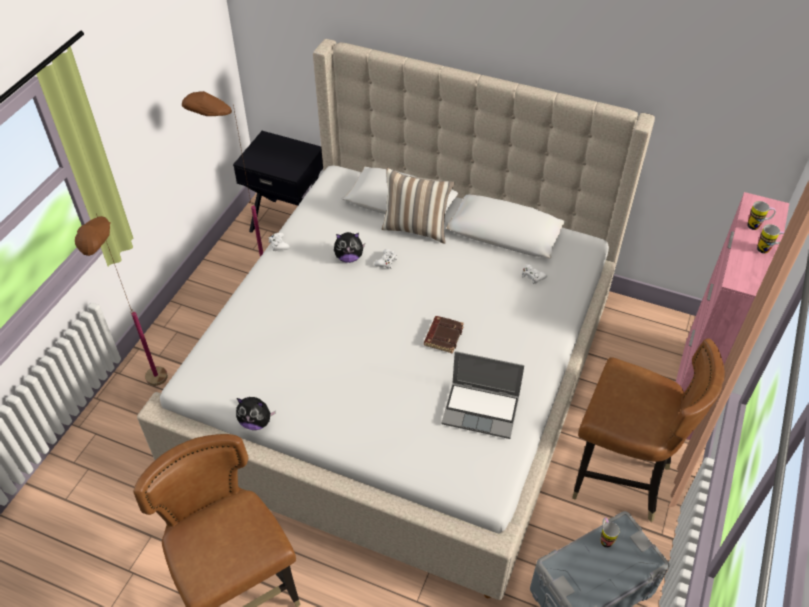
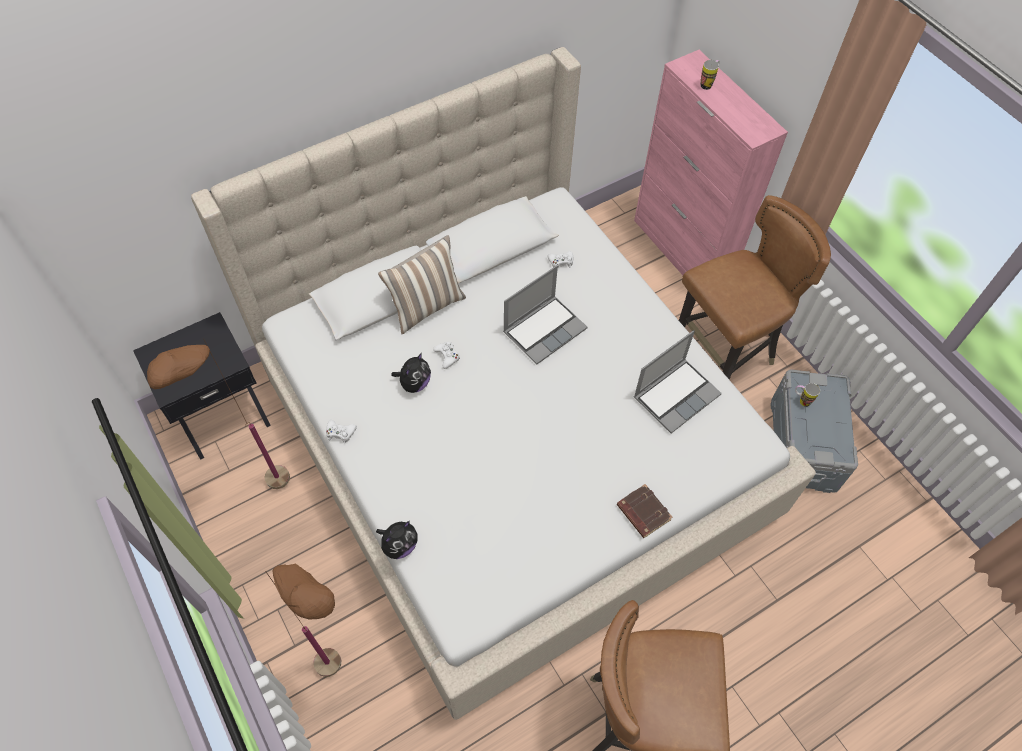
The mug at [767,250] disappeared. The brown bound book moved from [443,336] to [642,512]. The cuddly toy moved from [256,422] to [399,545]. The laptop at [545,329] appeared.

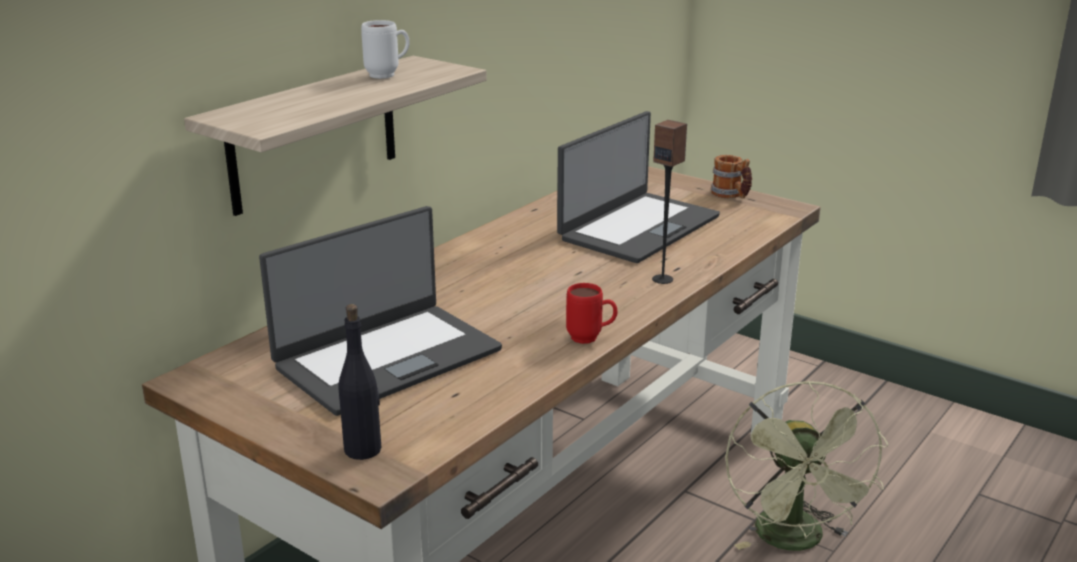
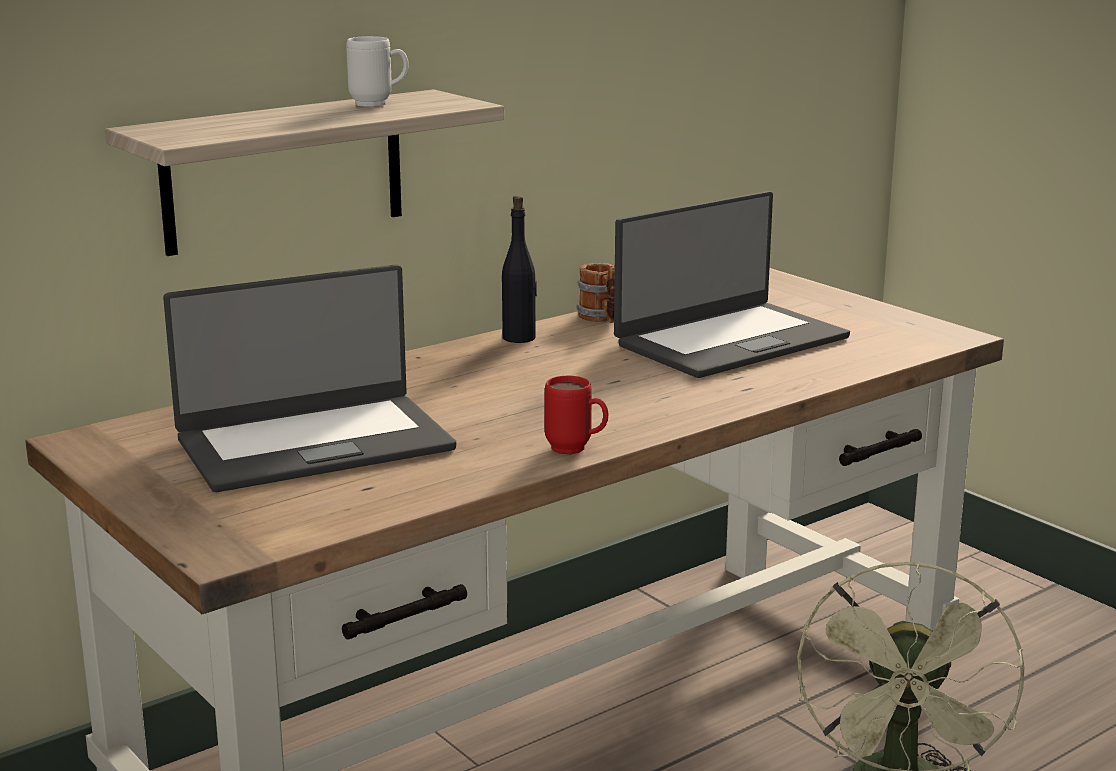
The audio speaker at [663,279] disappeared. The mug moved from [731,195] to [602,318]. The black-coloured bottle moved from [363,449] to [519,338].

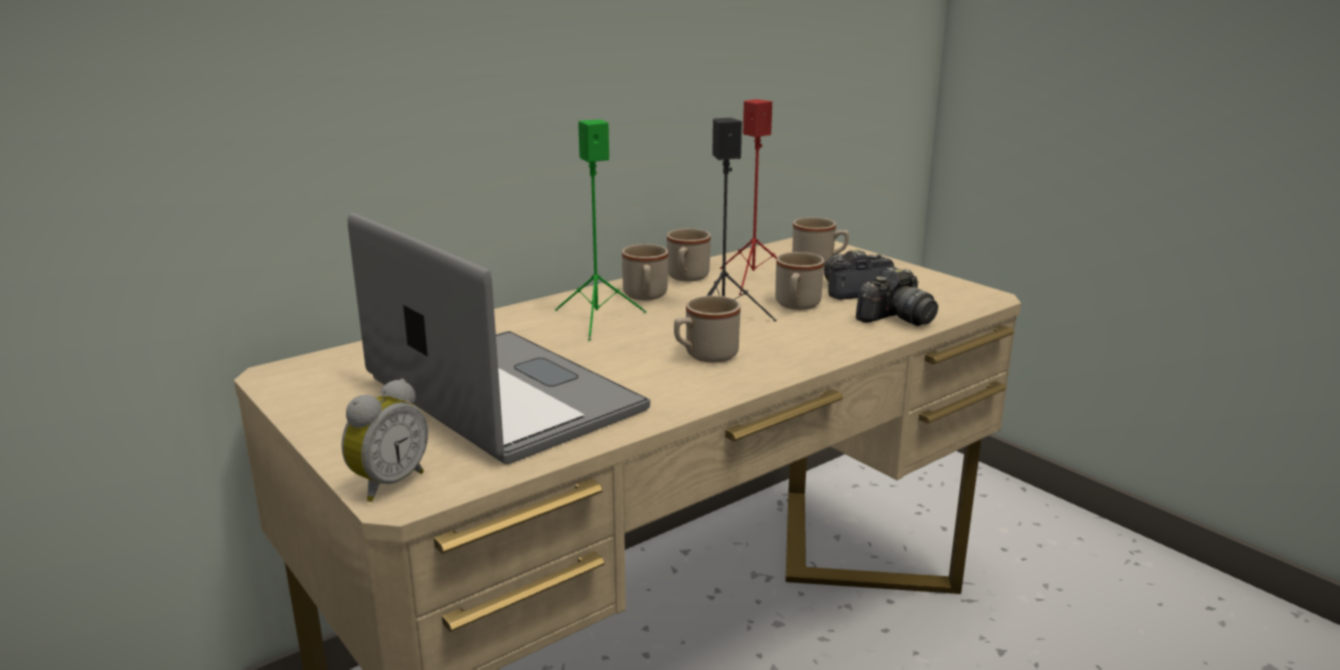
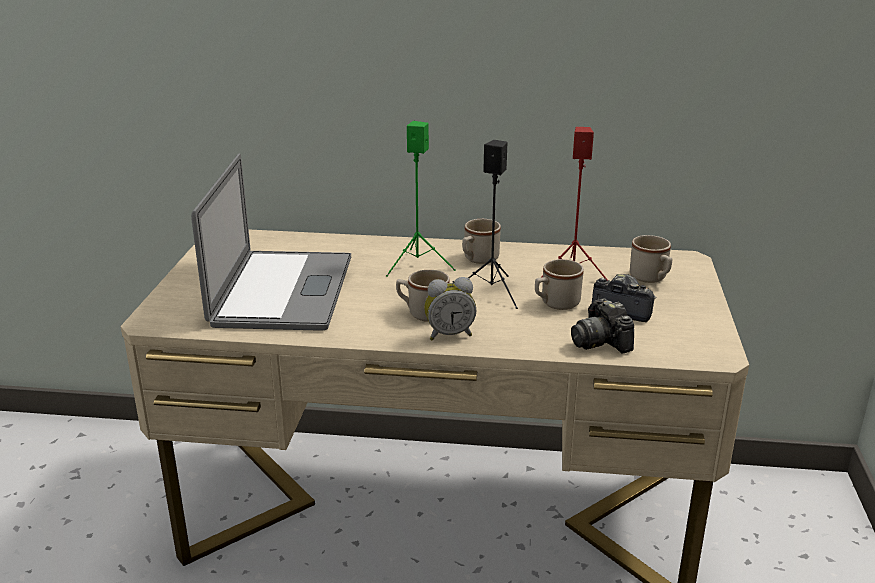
The beige mug at [686,278] disappeared. The photo camera at [896,318] turned 60 degrees clockwise. The bedside clock moved from [387,483] to [449,334].

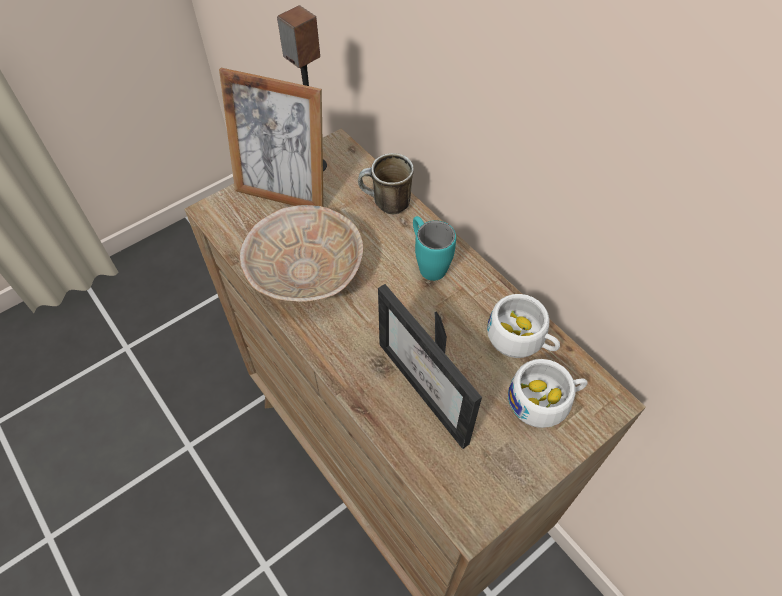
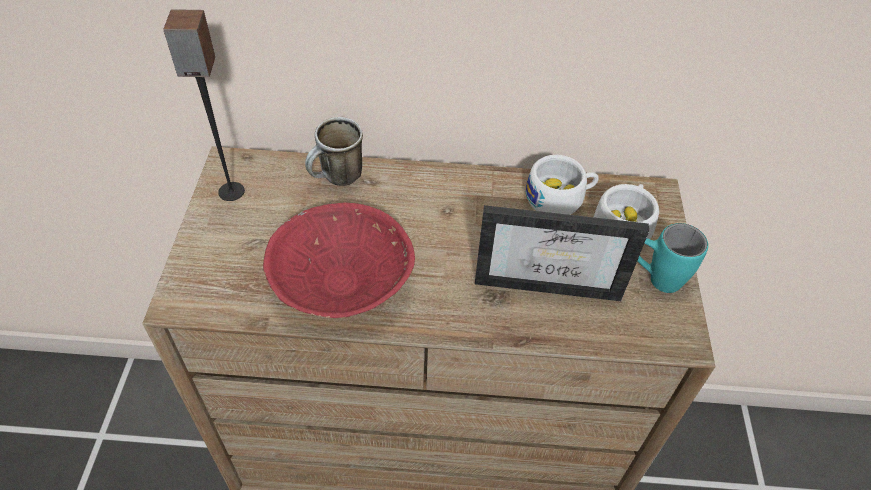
The picture frame at [283,192] disappeared. The beige bowl at [305,270] became the red-coloured bowl at [339,280]. The turquoise mug moved from [428,263] to [654,278].

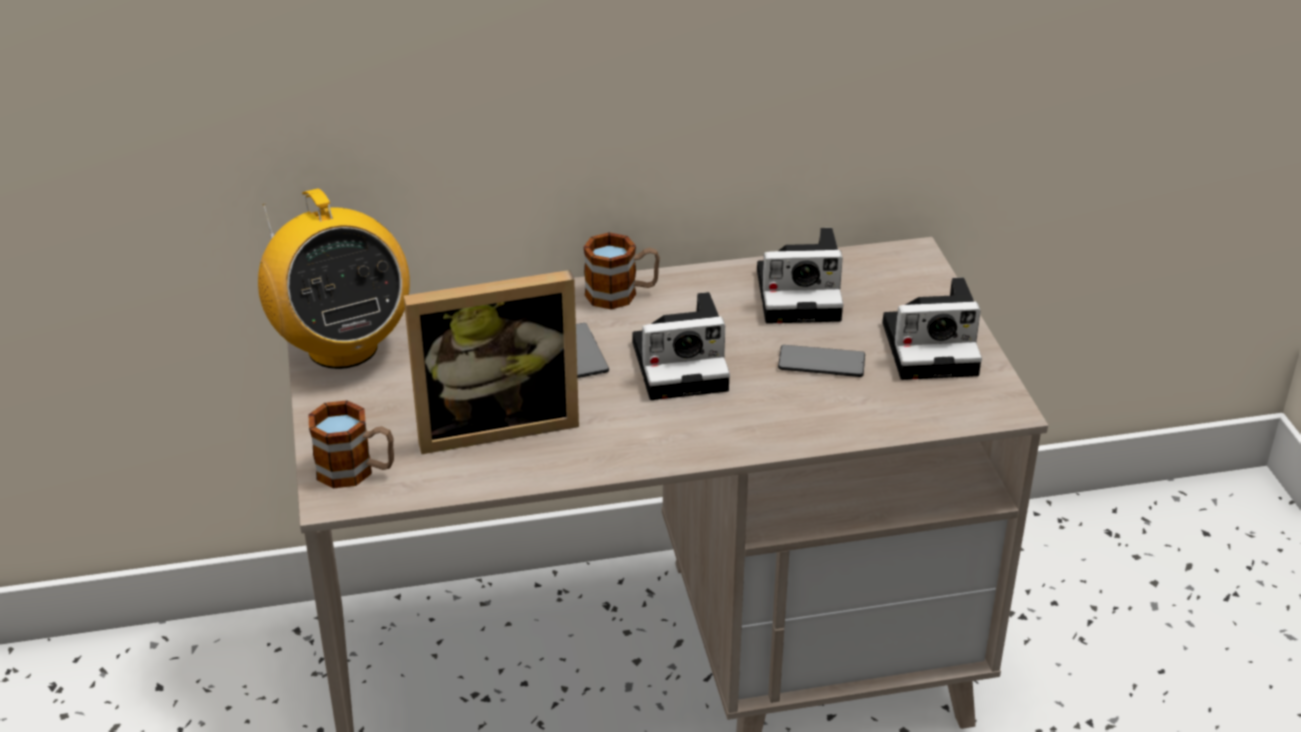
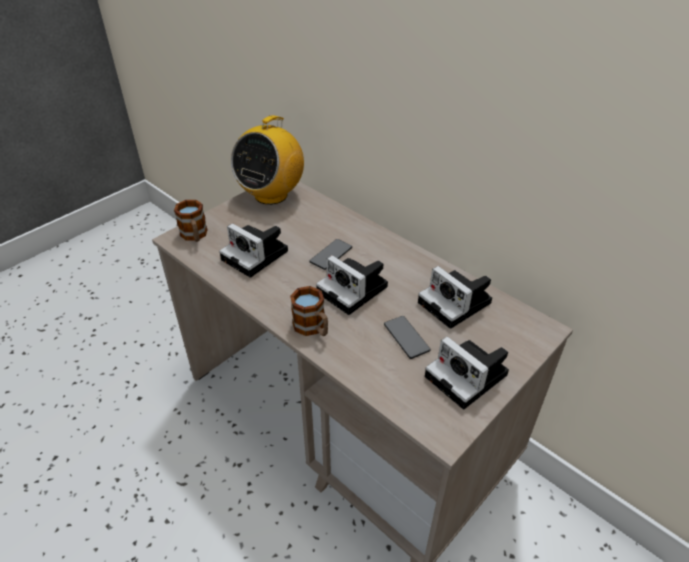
The mug moved from [622,294] to [312,328]. The picture frame at [495,423] was replaced by the photo camera at [257,256].

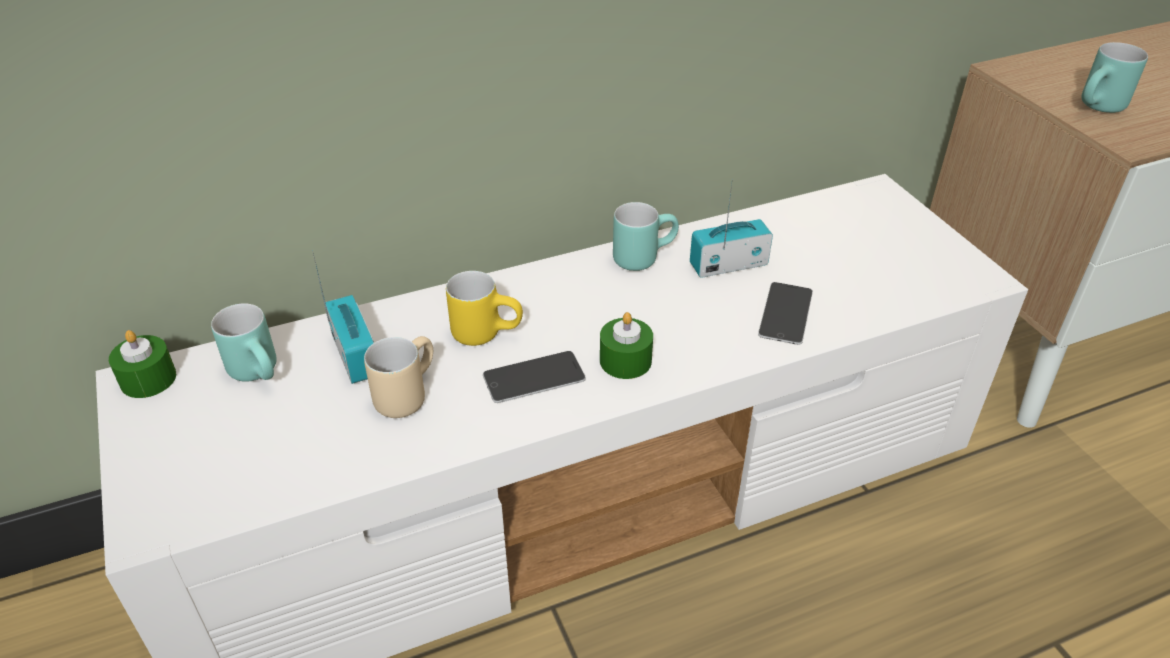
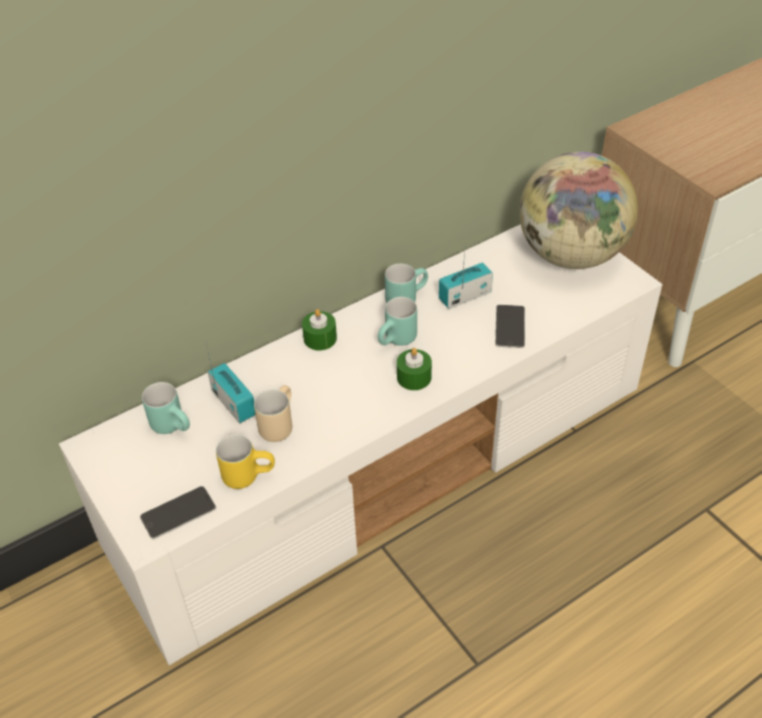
The turquoise mug moved from [1100,109] to [398,341]. The yellow-coloured mug moved from [487,332] to [248,474]. The green-coloured wax light moved from [148,379] to [320,338]. The telephone moved from [534,377] to [178,512]. The desk globe at [570,255] appeared.

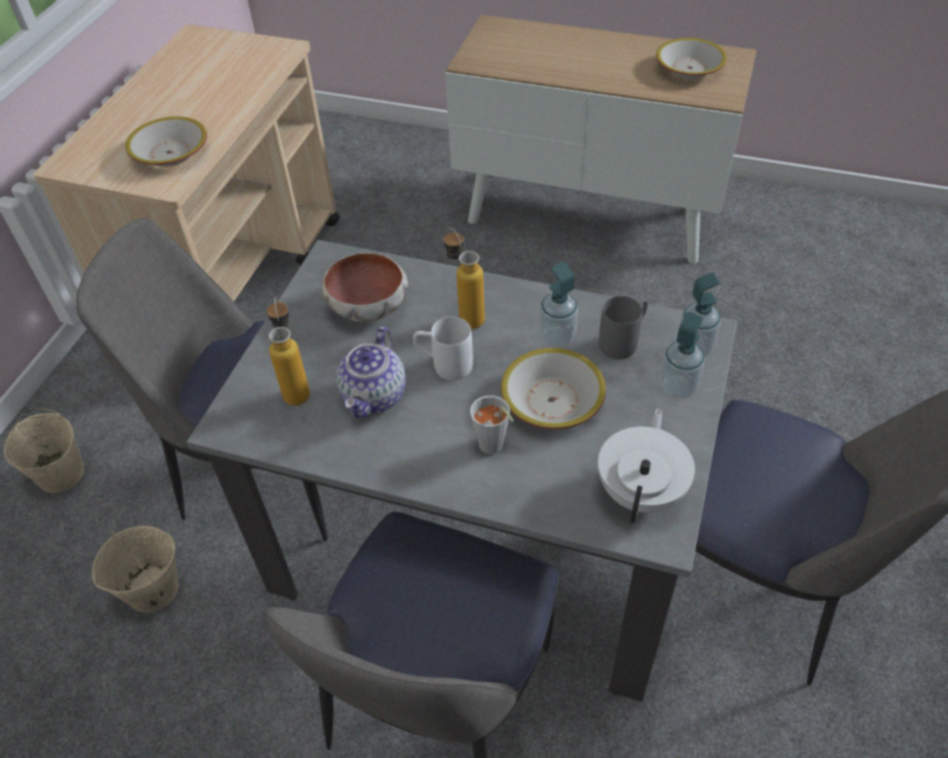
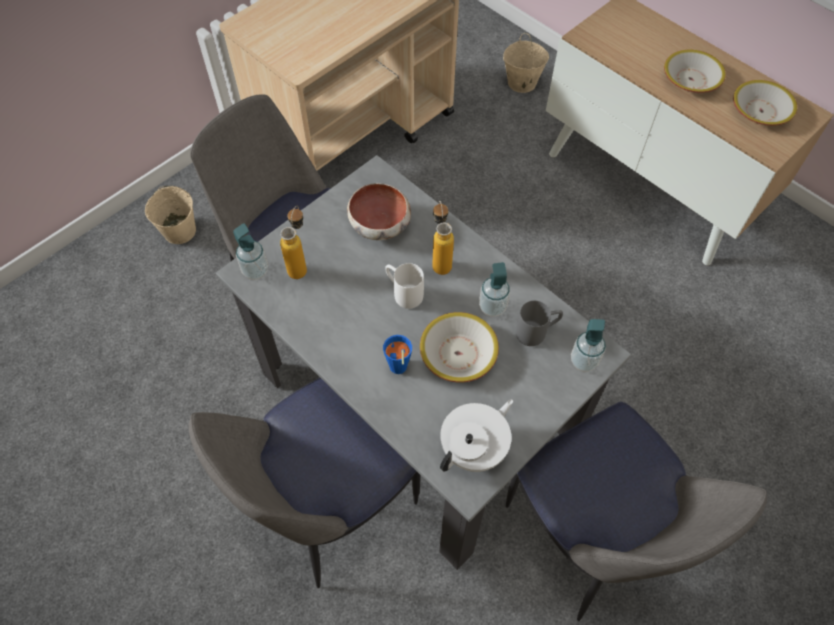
The bowl moved from [170,153] to [690,79]. The liquid soap bottle moved from [678,387] to [255,270]. The tea pot at [375,396] disappeared. The greyish cup at [494,448] became the blue cup at [398,370]. The beige bucket moved from [152,590] to [521,83].

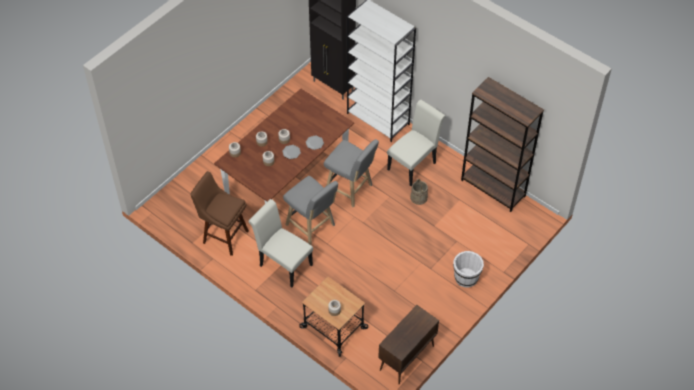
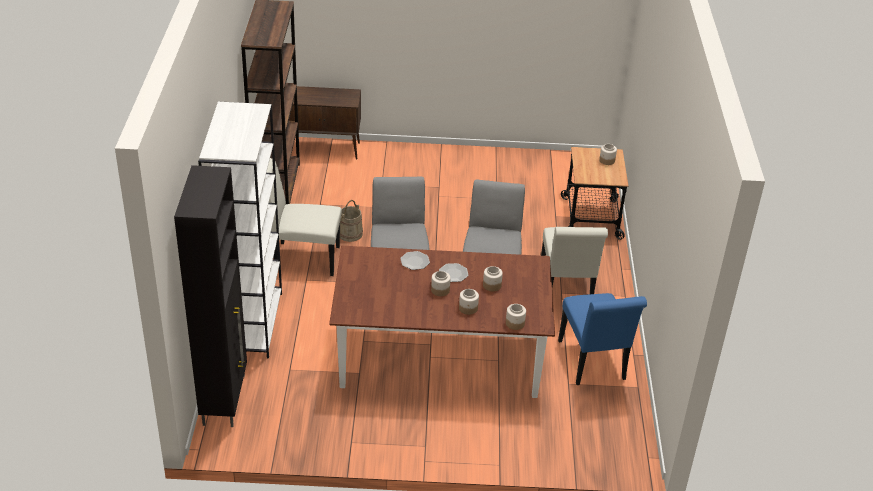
The brown sitting stool at [223,236] was replaced by the blue upright chair at [593,364]. The white-coloured bucket at [466,277] disappeared. The brown cabinet moved from [406,358] to [325,149].

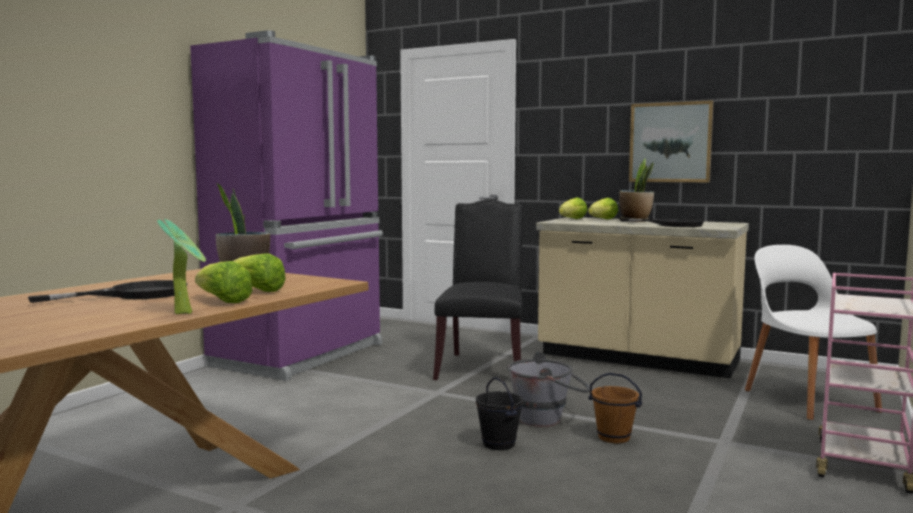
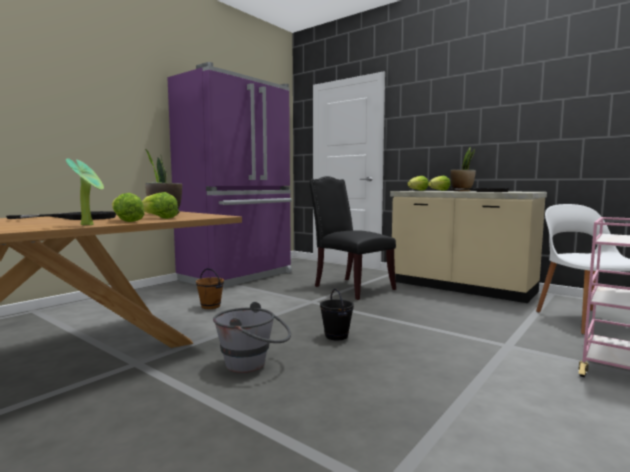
The wall art at [670,142] disappeared. The black-coloured upright chair at [483,366] turned 60 degrees counterclockwise. The greyish bucket moved from [548,419] to [254,364]. The brown bucket moved from [614,437] to [211,306].

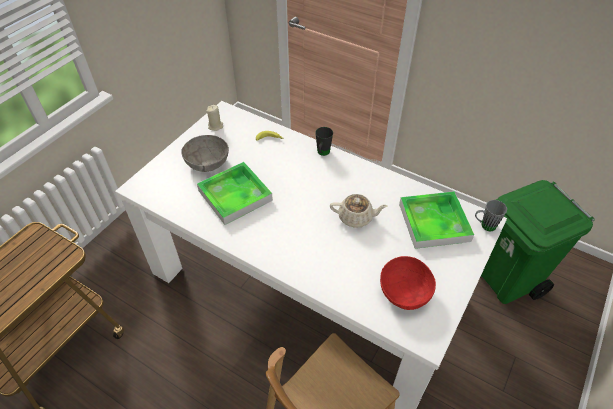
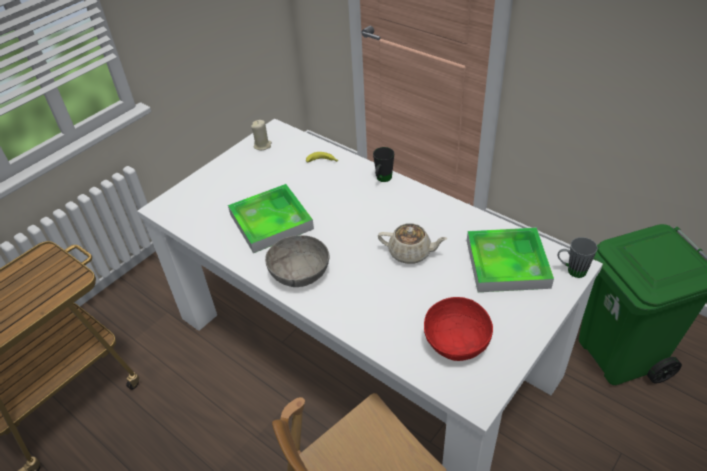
The greyish bowl moved from [207,162] to [299,273].

